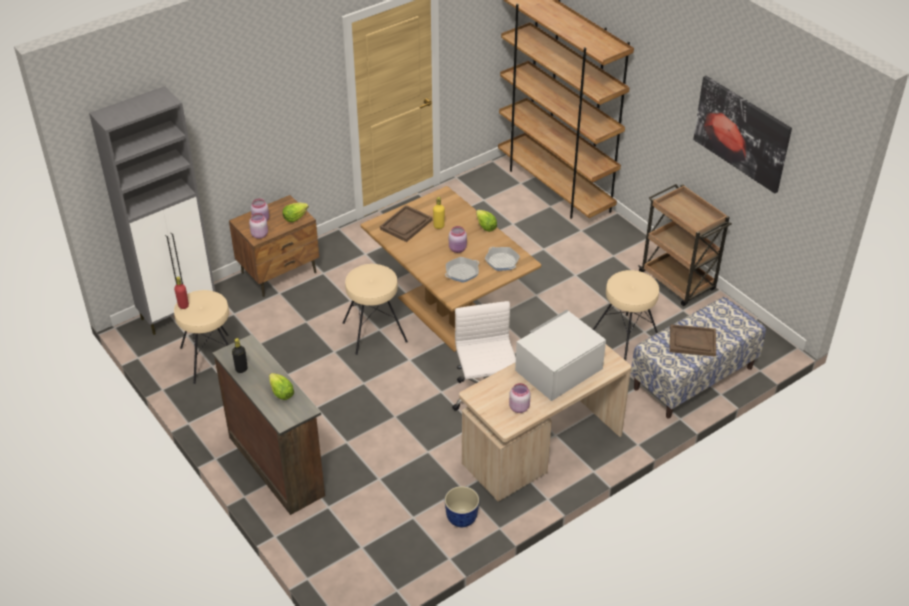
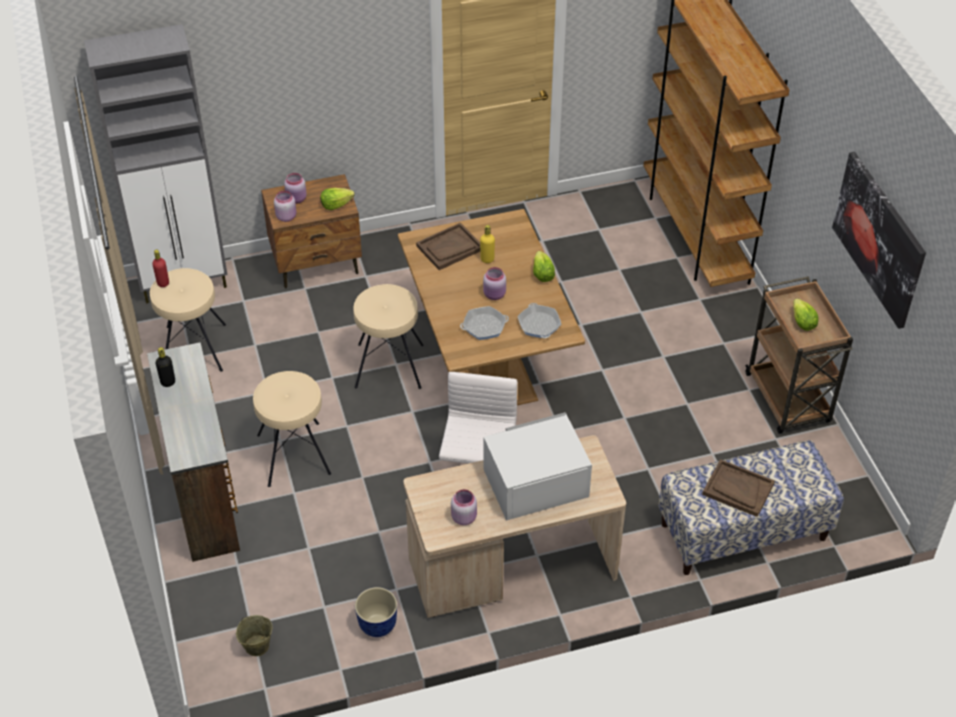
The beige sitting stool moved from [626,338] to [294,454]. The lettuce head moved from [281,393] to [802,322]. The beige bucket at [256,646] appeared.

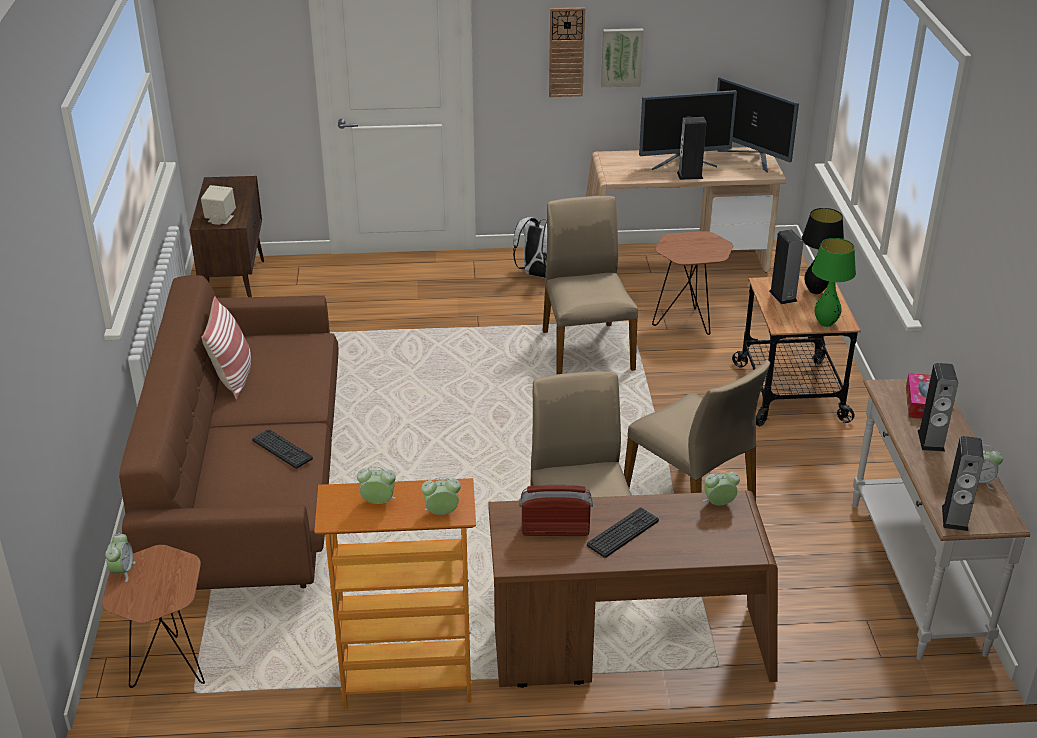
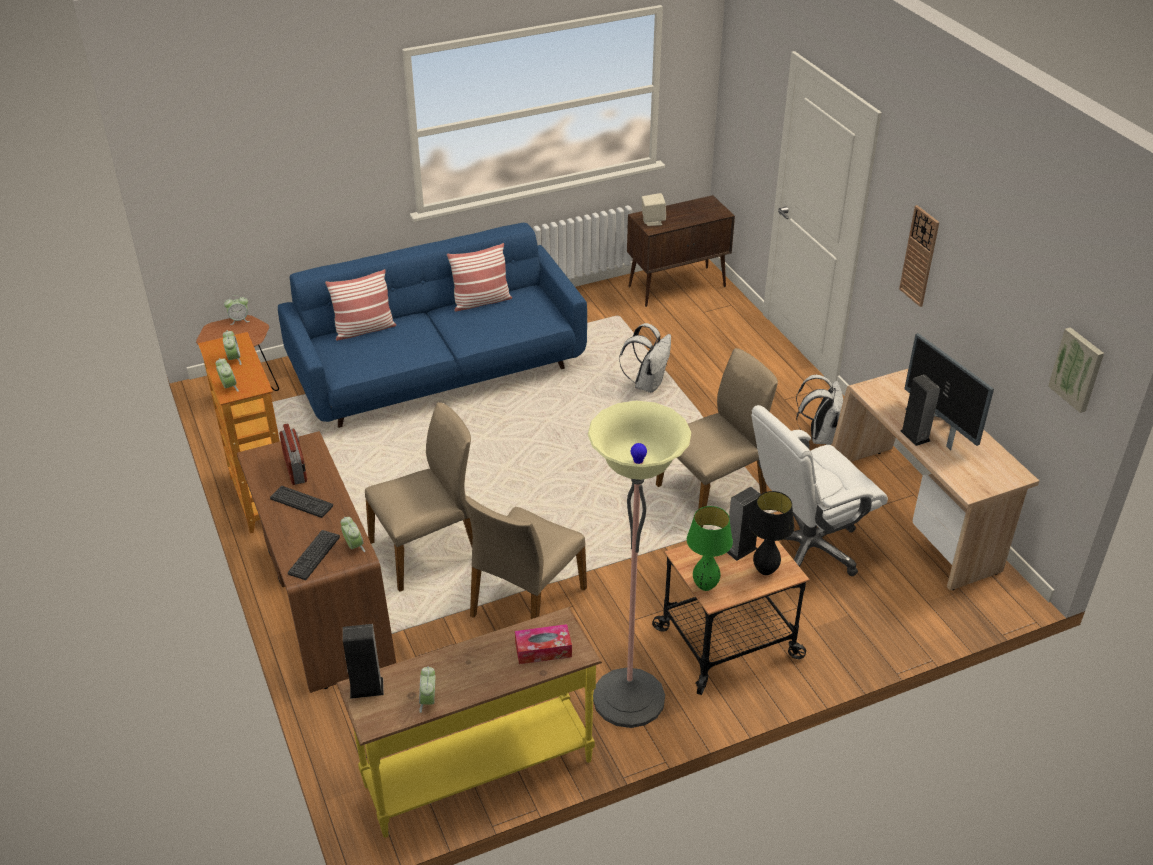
The wall art moved from [621,57] to [1078,369]. The computer screen at [752,158] disappeared. The brown accent table at [688,322] was replaced by the white-coloured computer chair at [806,548]. The brown sofa at [251,483] became the blue sofa at [439,371]. The audio speaker at [931,440] disappeared. The white-coloured console table at [913,575] became the yellow-coloured console table at [478,771]. The computer keyboard moved from [282,449] to [314,555]. The cushion at [364,329] appeared. The white-coloured backpack at [647,384] appeared. The standing lamp at [628,698] appeared.

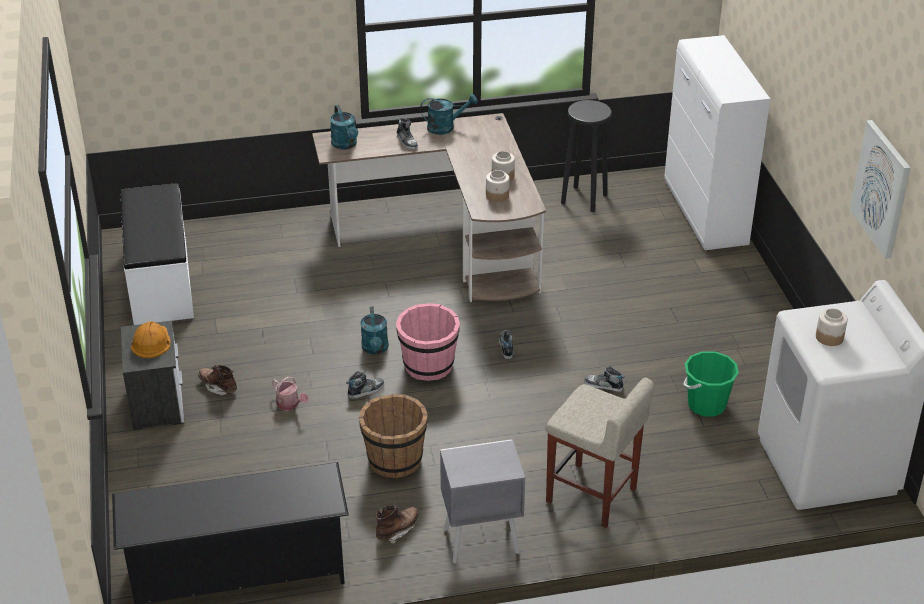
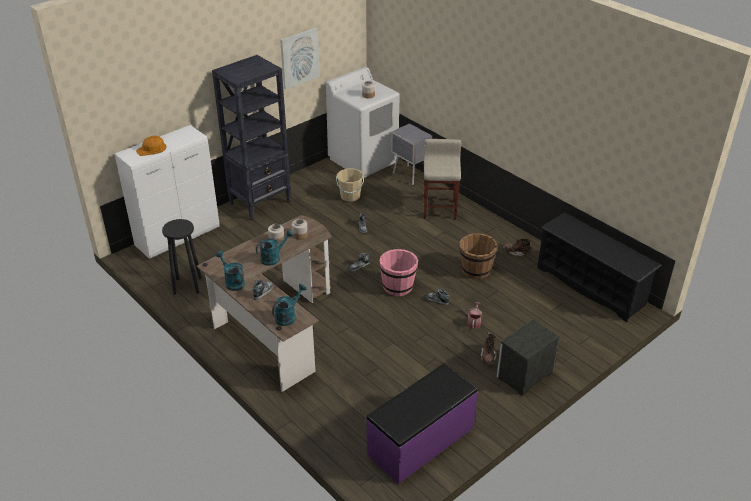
The white-coloured indoor bench at [159,282] became the purplish indoor bench at [421,441]. The turquoise sprinkling can moved from [375,349] to [273,258]. The orange hard hat moved from [151,342] to [152,149]. The green-coloured bucket at [706,405] became the beige bucket at [350,196]. The greyish nightstand moved from [479,540] to [410,176]. The black-coloured bookshelf at [261,202] appeared.

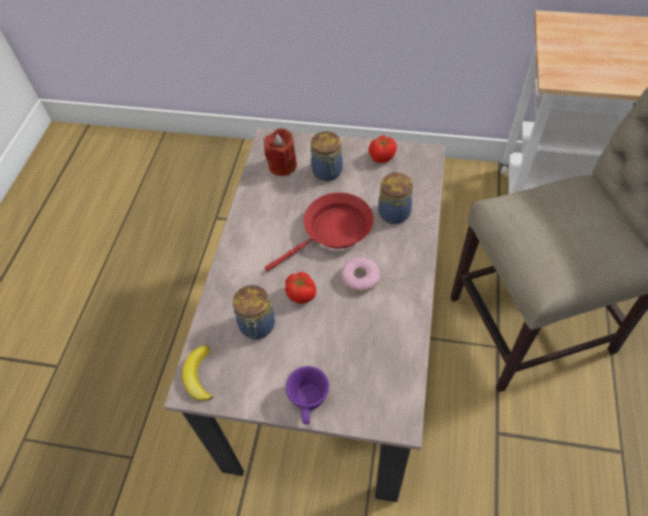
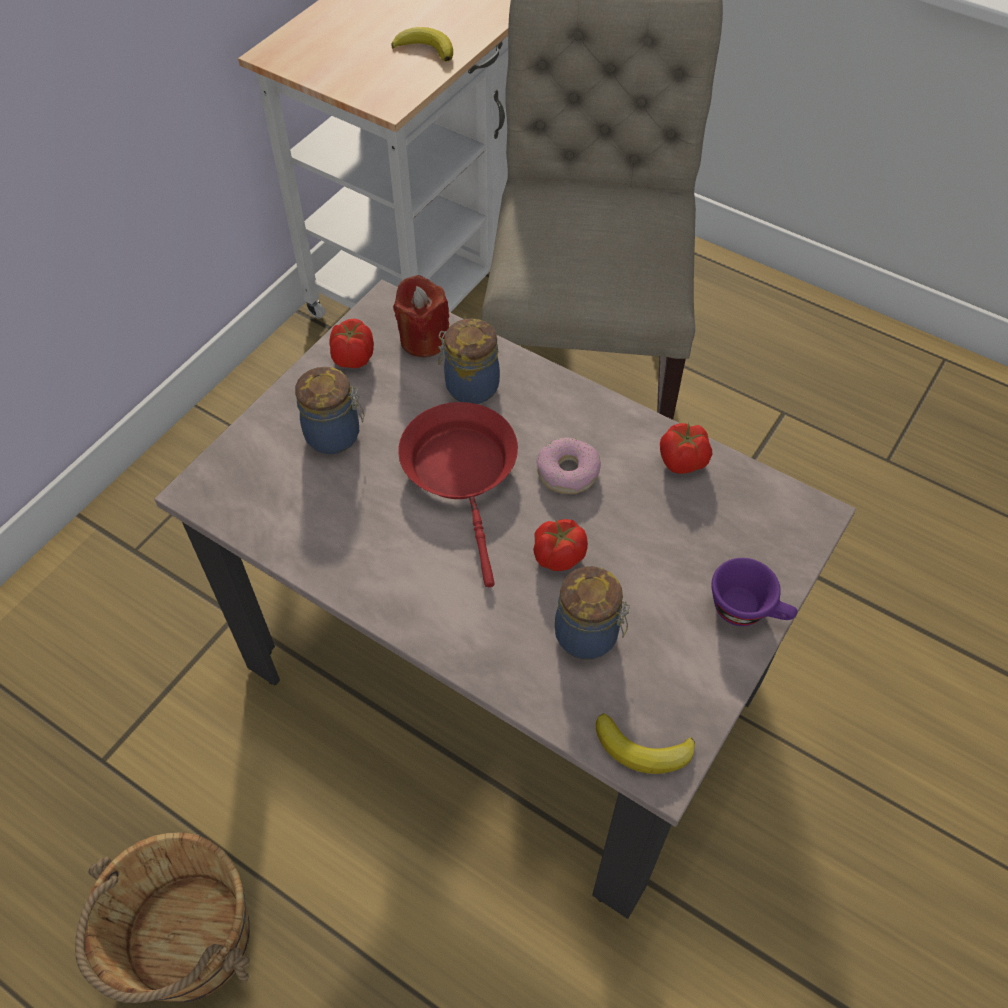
The red-coloured wax light moved from [282,165] to [424,339]. The banana fruit at [425,49] appeared. The tomato at [683,461] appeared. The brown bucket at [188,940] appeared.

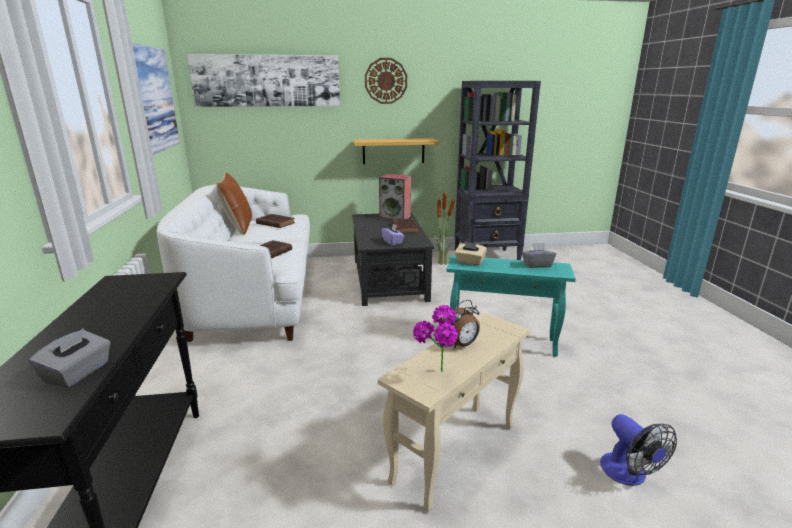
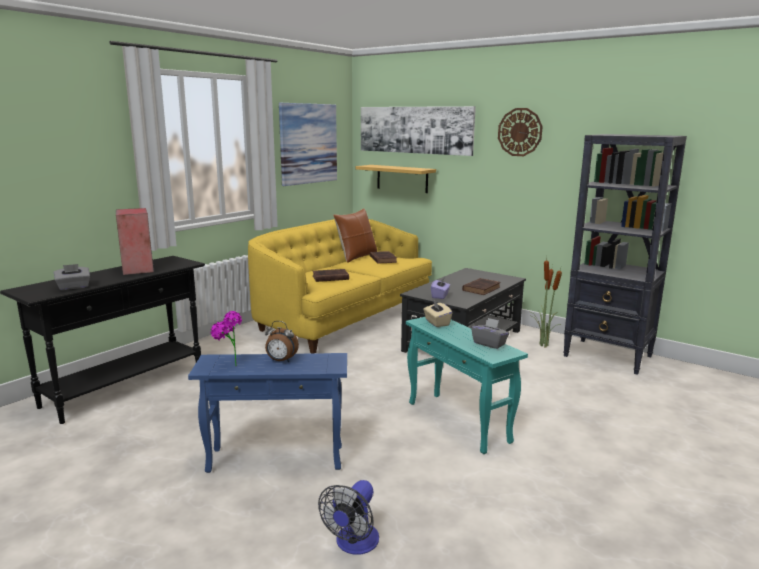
The bracket shelf moved from [393,151] to [402,178]. The audio speaker moved from [395,217] to [138,269]. The white-coloured sofa at [255,295] became the yellow-coloured sofa at [343,318]. The beige accent table at [454,453] became the blue accent table at [276,459].

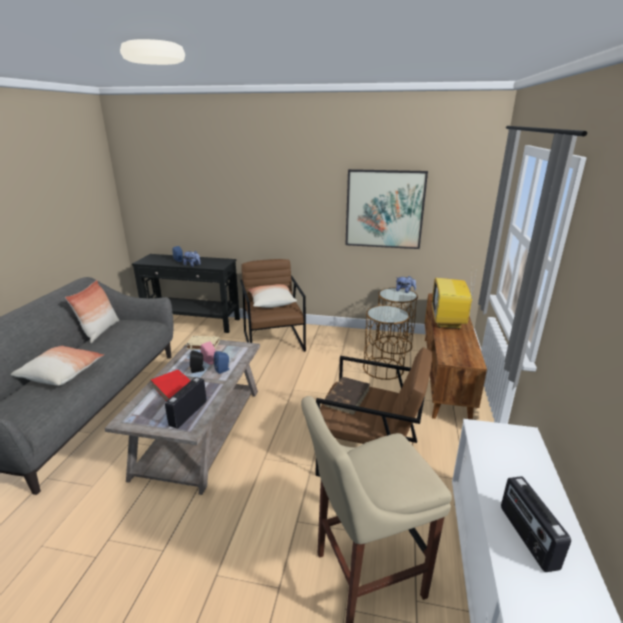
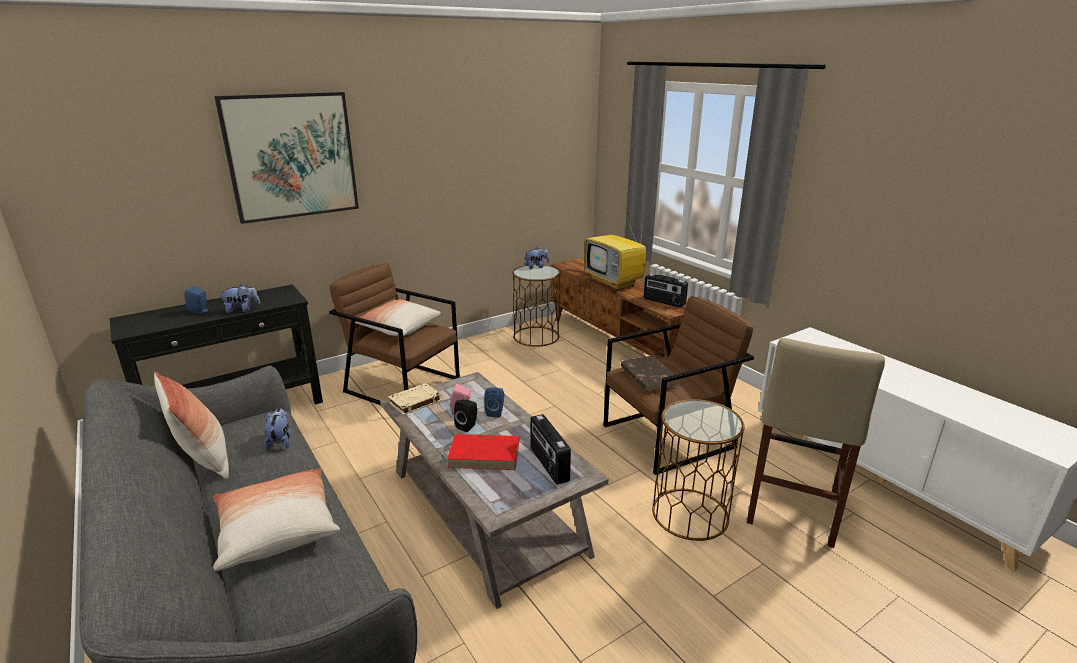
The wall art moved from [384,209] to [291,156]. The brown accent table moved from [383,368] to [690,514]. The radio receiver moved from [527,537] to [663,302]. The cuddly toy at [280,441] appeared.

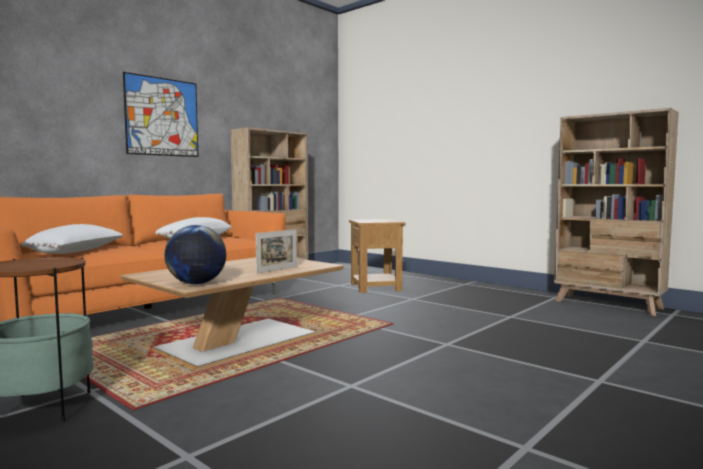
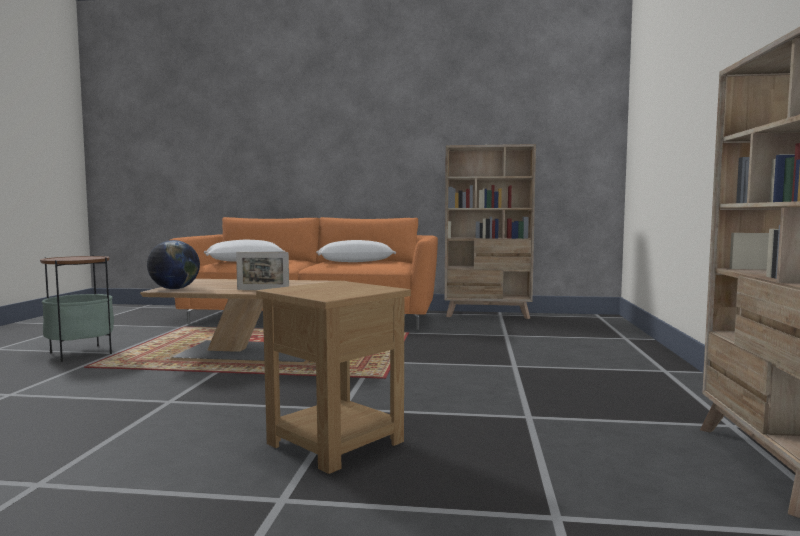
The wall art at [162,117] disappeared. The brown accent table moved from [376,287] to [334,443].

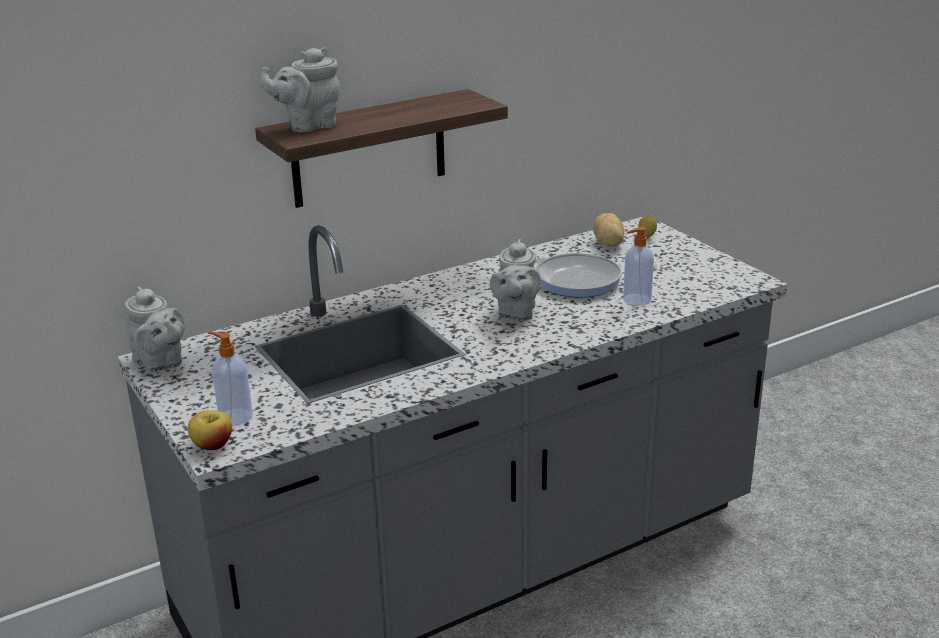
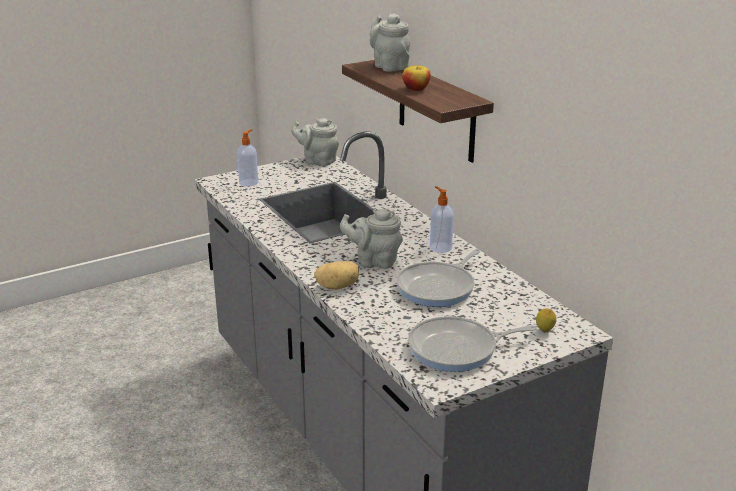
The whole potato moved from [608,244] to [337,286]. The liquid soap bottle moved from [636,300] to [440,247]. The greyish tea pot at [160,363] turned 60 degrees clockwise. The apple fruit moved from [212,445] to [416,89]. The frying pan at [457,349] appeared.

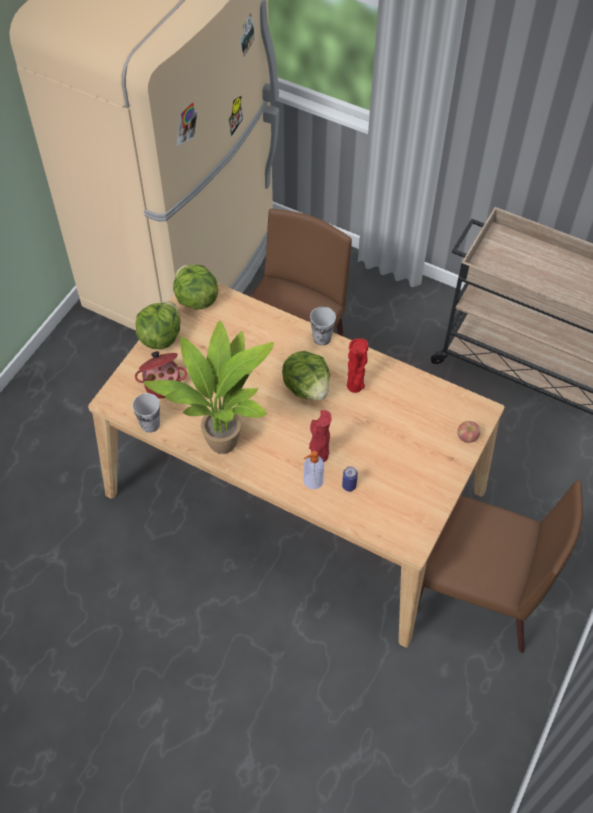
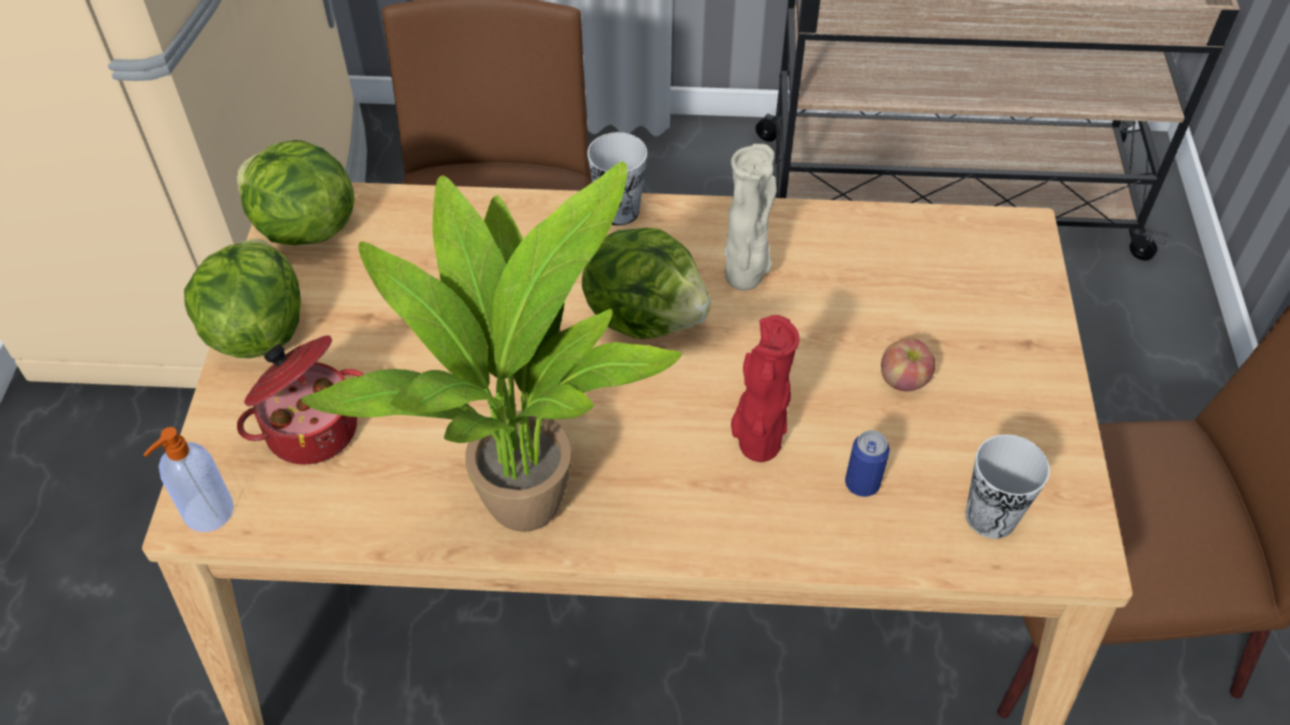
The red-coloured flower vase at [355,387] became the beige flower vase at [745,278]. The cup moved from [150,424] to [991,516]. The apple fruit moved from [467,437] to [903,380]. The liquid soap bottle moved from [312,481] to [207,513].

